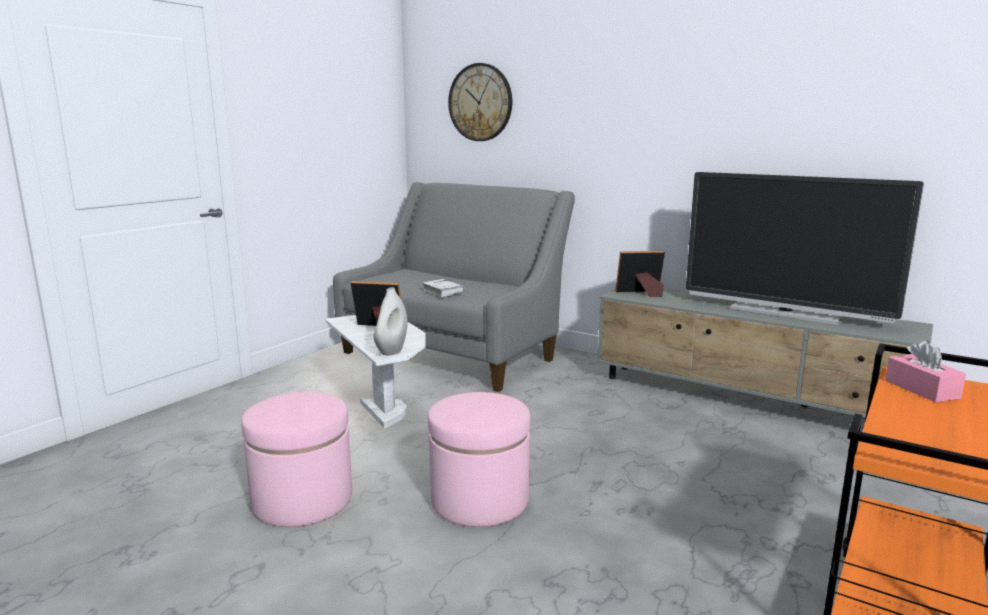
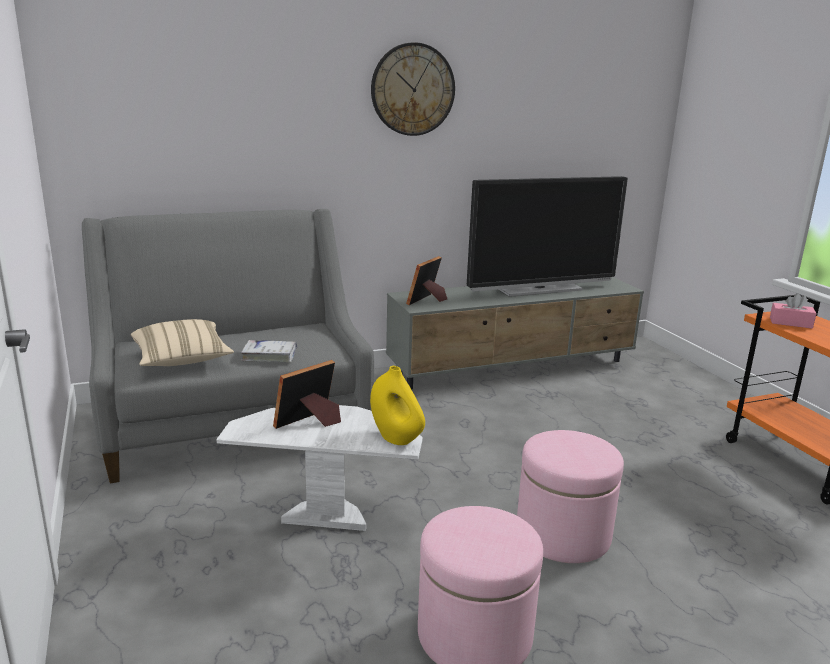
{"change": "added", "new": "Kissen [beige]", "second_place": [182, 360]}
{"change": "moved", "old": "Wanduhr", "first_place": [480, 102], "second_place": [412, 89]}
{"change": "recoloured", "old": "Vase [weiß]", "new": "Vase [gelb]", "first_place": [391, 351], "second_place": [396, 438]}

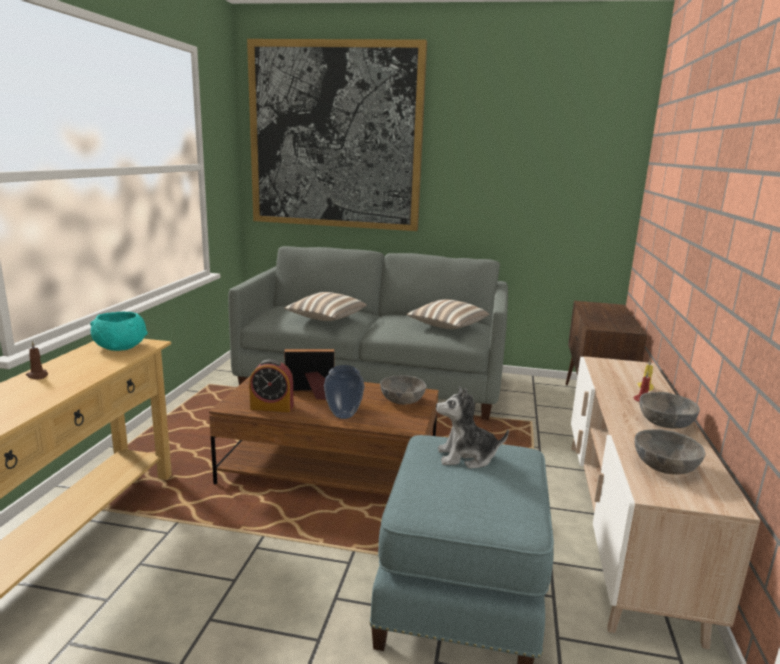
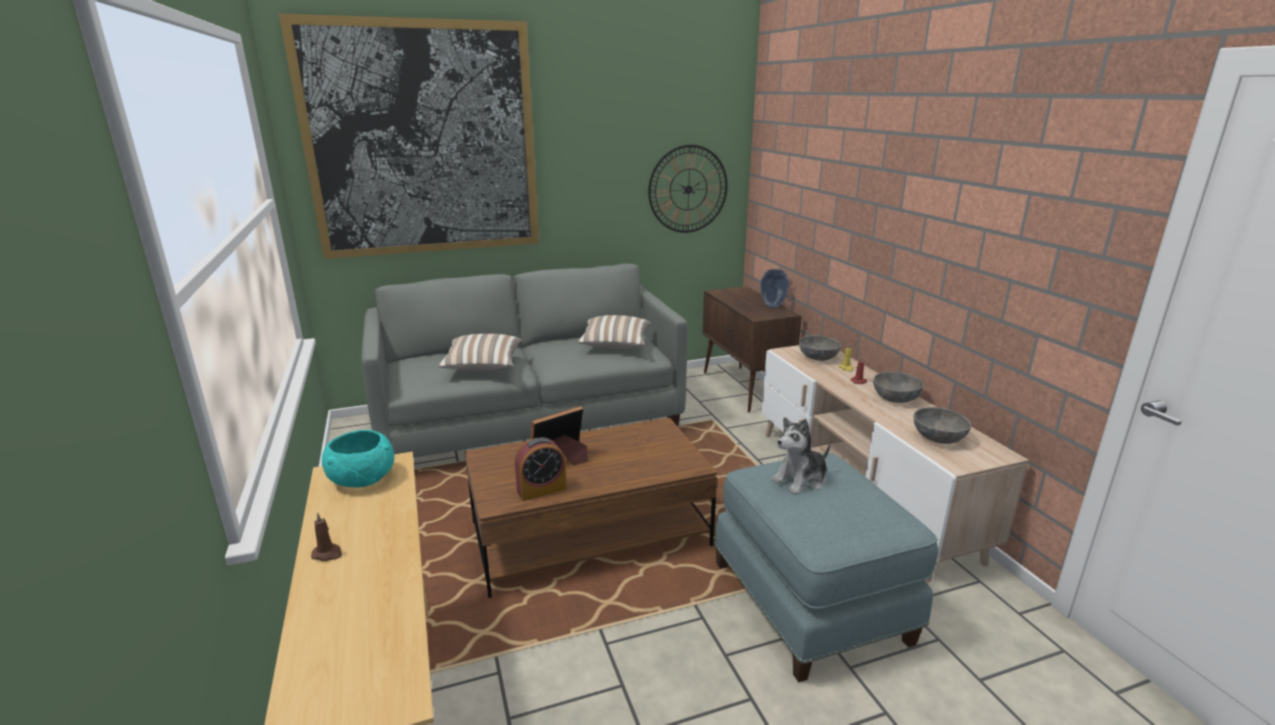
{"change": "added", "new": "Wanduhr", "second_place": [688, 189]}
{"change": "moved", "old": "Vase", "first_place": [343, 416], "second_place": [773, 306]}
{"change": "moved", "old": "Schüssel [grau]", "first_place": [402, 401], "second_place": [818, 358]}

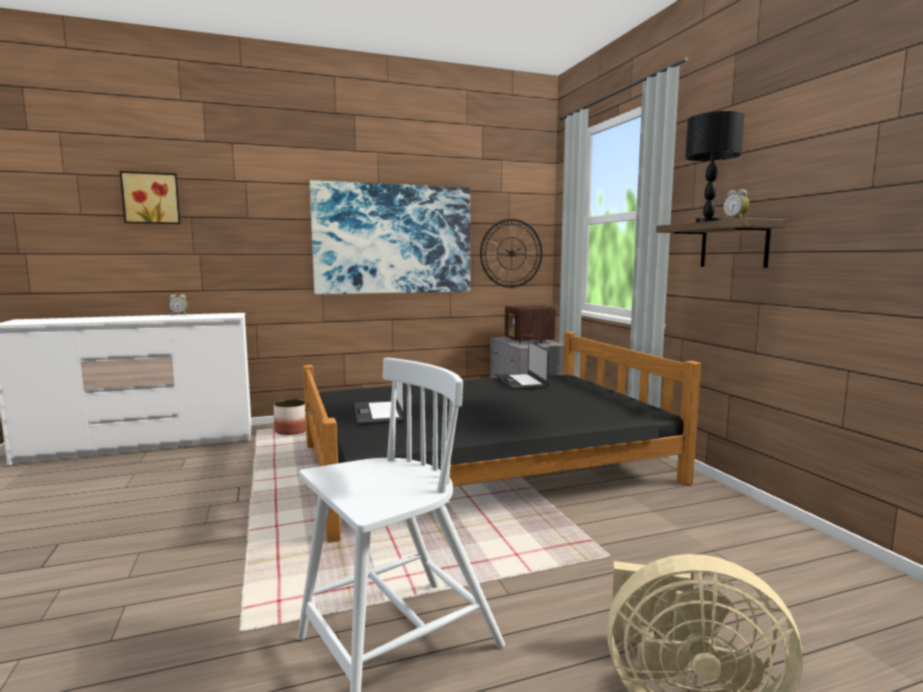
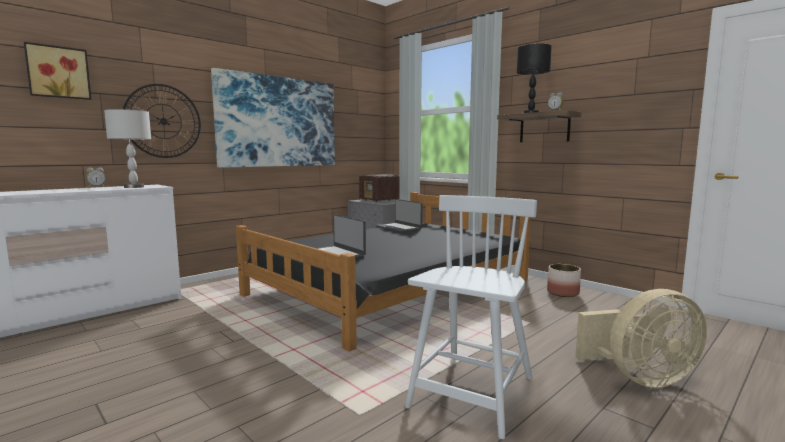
{"change": "added", "new": "Tischlampe [grau]", "second_place": [134, 187]}
{"change": "moved", "old": "Pflanzkübel", "first_place": [292, 430], "second_place": [563, 293]}
{"change": "moved", "old": "Wanduhr", "first_place": [511, 253], "second_place": [163, 121]}

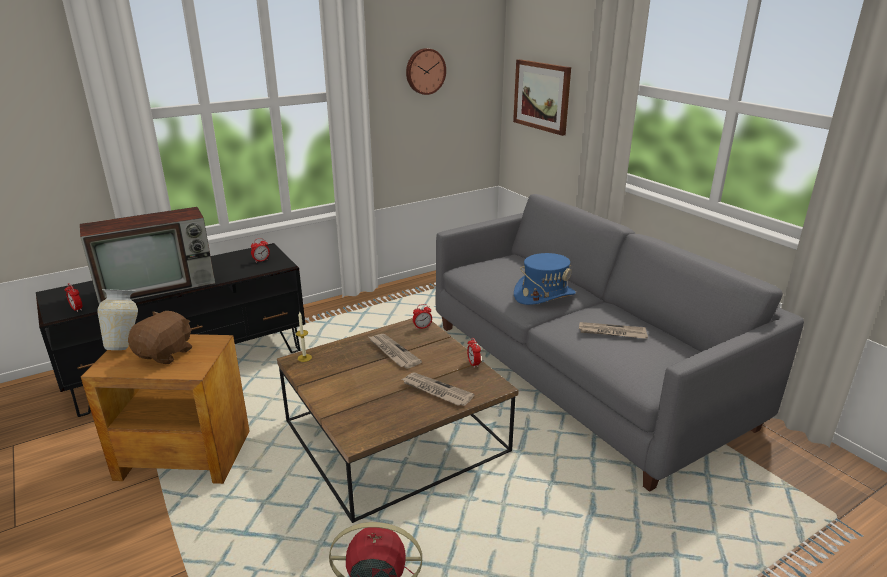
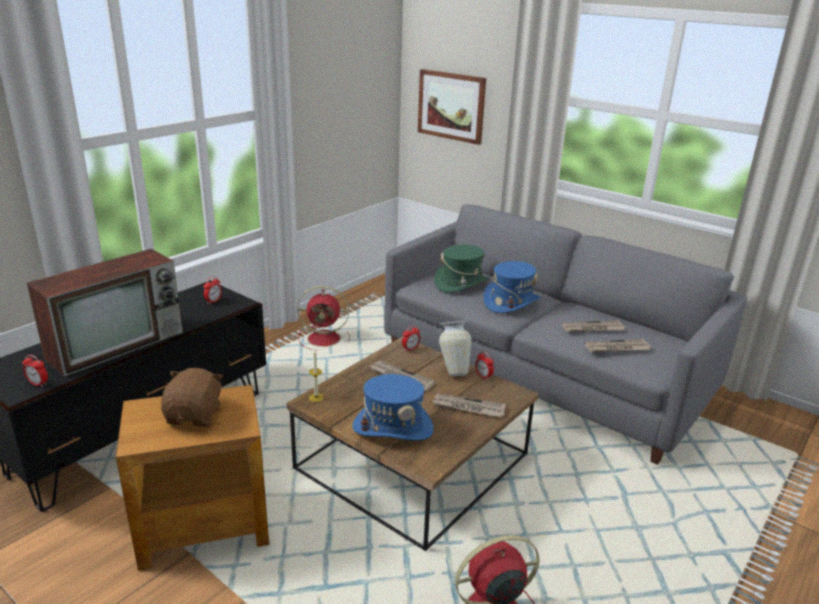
{"change": "removed", "old": "Wanduhr", "first_place": [425, 71]}
{"change": "added", "new": "Ventilator [rot]", "second_place": [325, 339]}
{"change": "added", "new": "Hut [blau]", "second_place": [393, 427]}
{"change": "added", "new": "Hut [grün]", "second_place": [461, 283]}
{"change": "added", "new": "Zeitung", "second_place": [616, 348]}
{"change": "moved", "old": "Vase", "first_place": [126, 344], "second_place": [453, 370]}

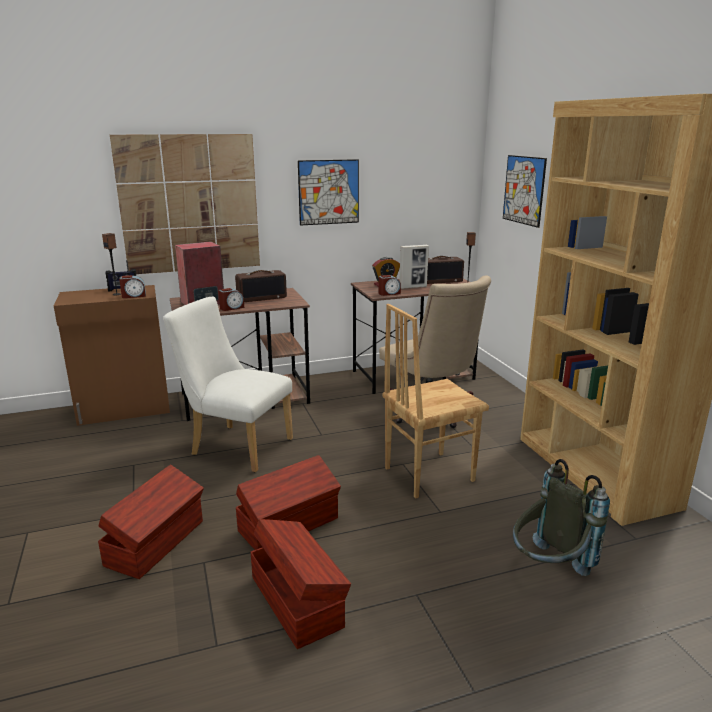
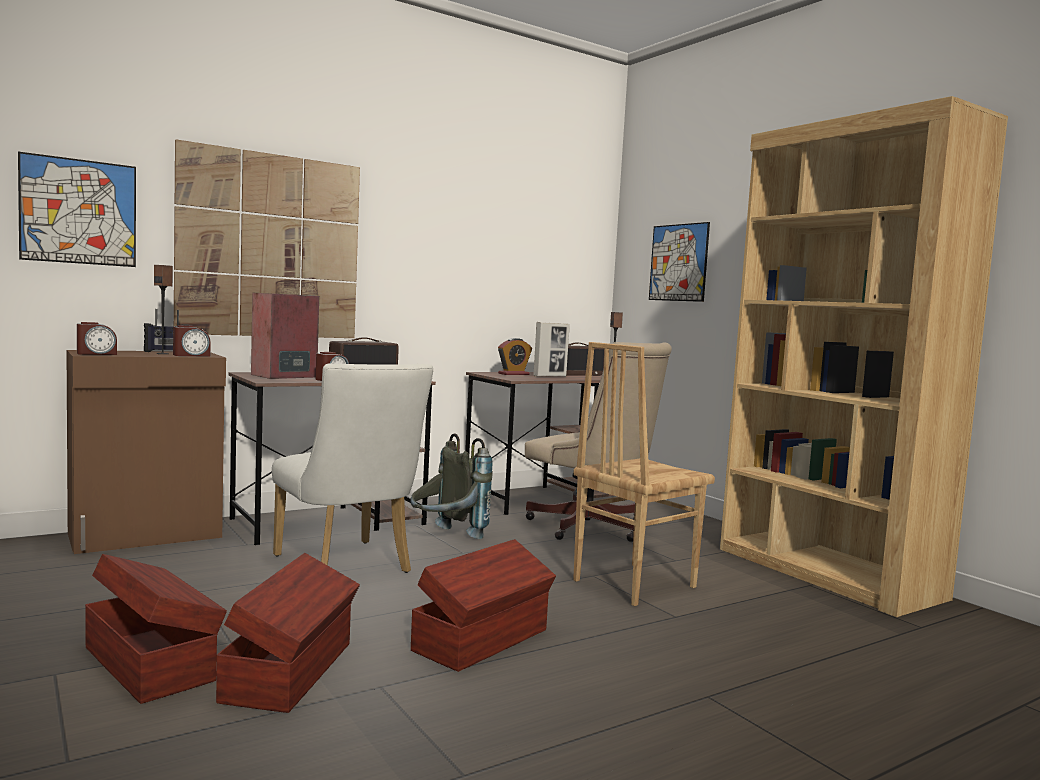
{"change": "moved", "old": "Aufbewahrungsbox [braun]", "first_place": [297, 600], "second_place": [150, 662]}
{"change": "moved", "old": "Bild", "first_place": [328, 192], "second_place": [79, 211]}
{"change": "moved", "old": "Wecker", "first_place": [389, 293], "second_place": [96, 354]}
{"change": "moved", "old": "Rucksack [grau]", "first_place": [548, 569], "second_place": [446, 537]}
{"change": "turned", "old": "Stuhl [weiß]", "first_place": [236, 446], "second_place": [347, 567], "degrees": -135}

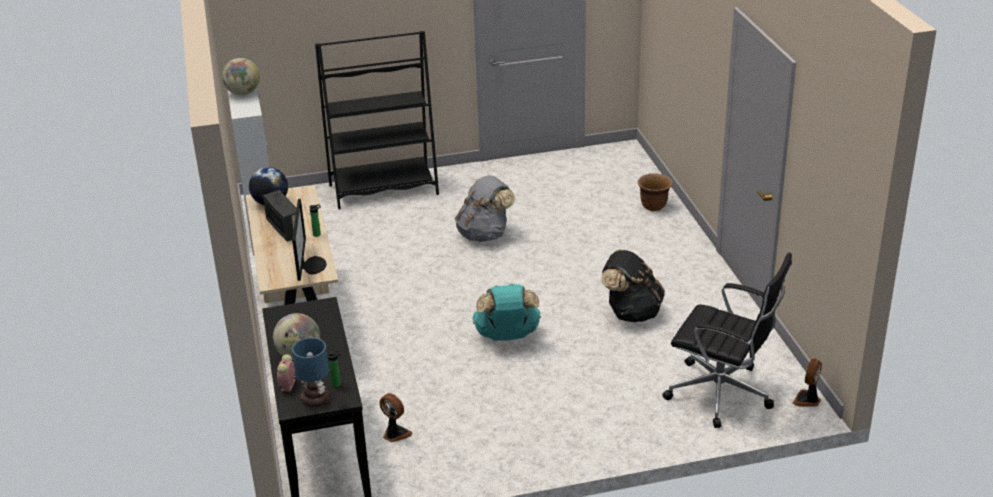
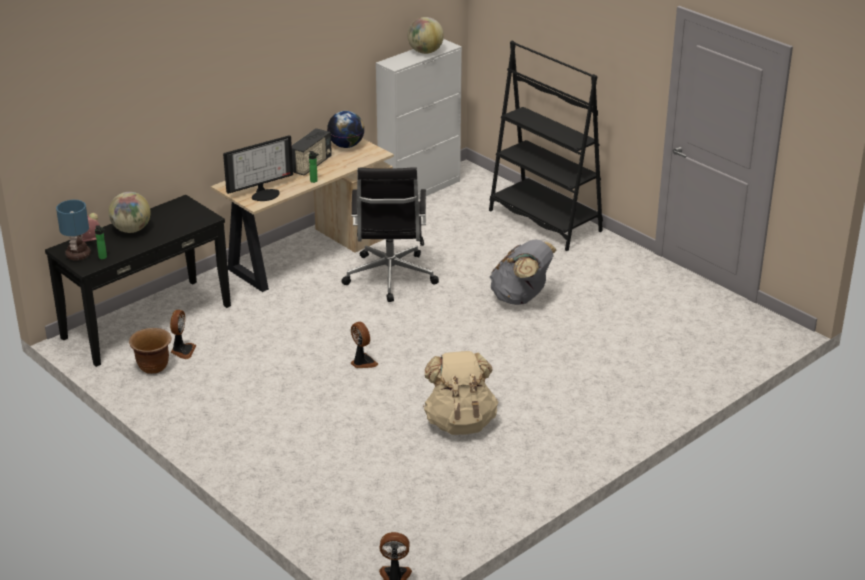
{"change": "moved", "old": "Pflanzkübel [braun]", "first_place": [654, 206], "second_place": [153, 367]}
{"change": "moved", "old": "Bürostuhl [schwarz]", "first_place": [722, 394], "second_place": [390, 278]}
{"change": "replaced", "old": "Rucksack [türkis]", "new": "Ventilator", "first_place": [507, 336], "second_place": [362, 362]}
{"change": "recoloured", "old": "Rucksack [schwarz]", "new": "Rucksack [beige]", "first_place": [631, 313], "second_place": [460, 422]}

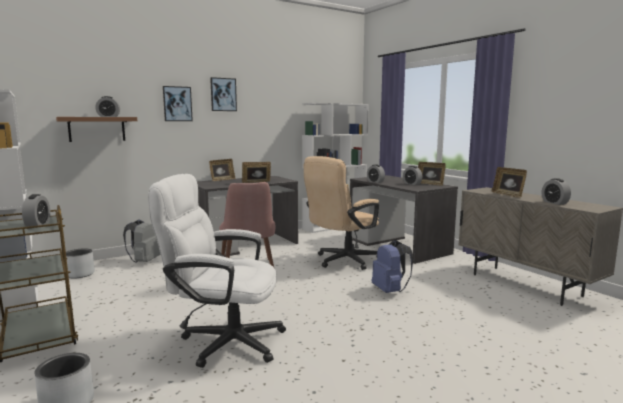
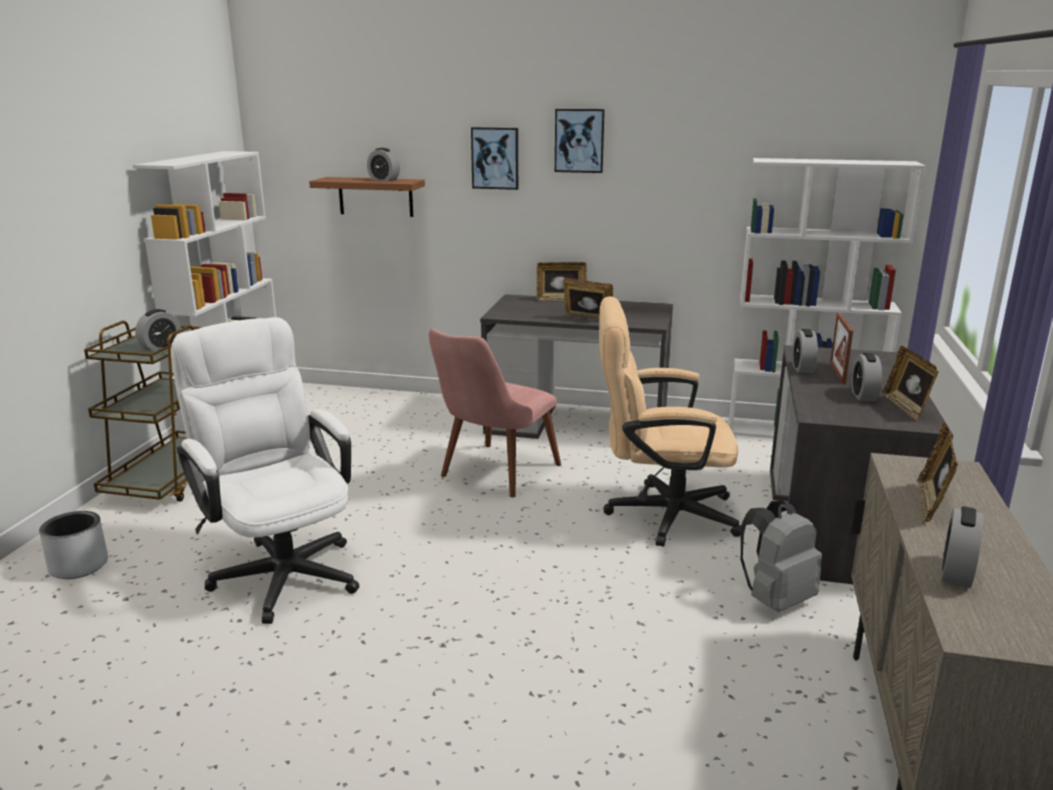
{"change": "removed", "old": "Pflanzkübel [grau]", "first_place": [80, 274]}
{"change": "removed", "old": "Rucksack [blau]", "first_place": [390, 291]}
{"change": "added", "new": "Bilderrahmen", "second_place": [837, 373]}
{"change": "moved", "old": "Rucksack [grau]", "first_place": [144, 261], "second_place": [775, 599]}

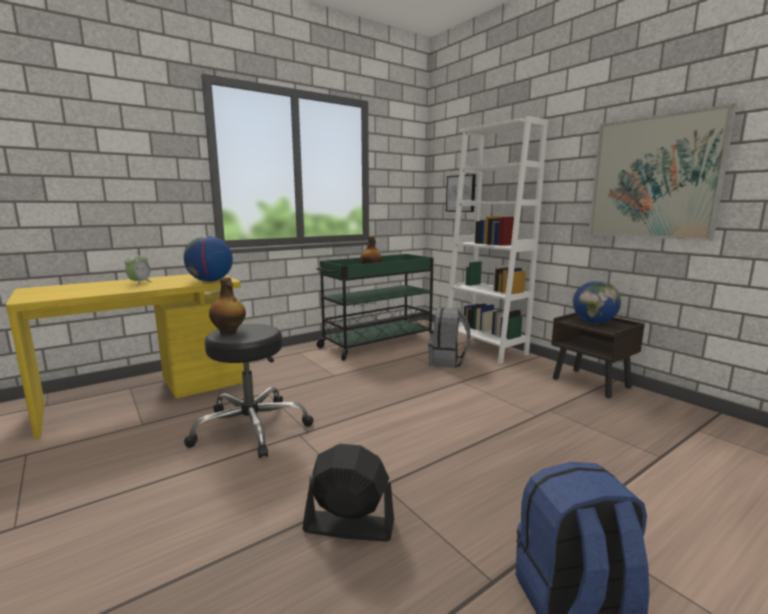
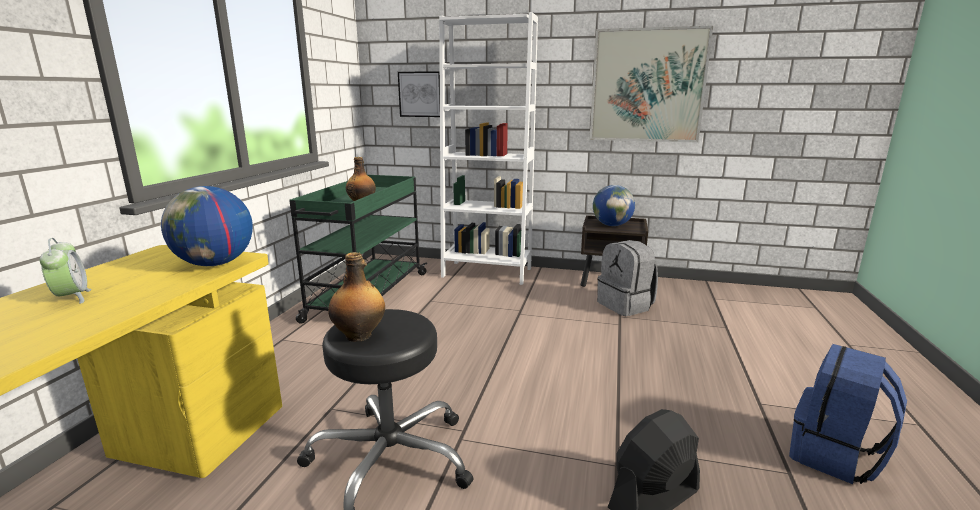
{"change": "moved", "old": "Rucksack [grau]", "first_place": [447, 361], "second_place": [626, 305]}

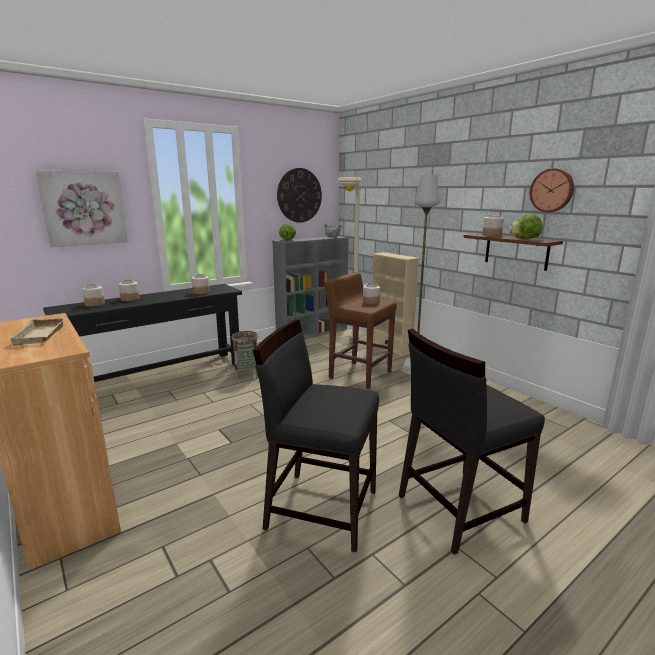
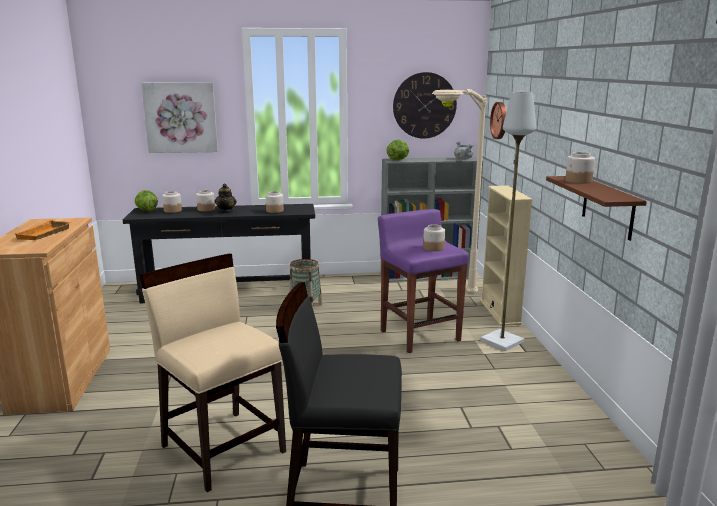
{"change": "added", "new": "Teekanne", "second_place": [226, 211]}
{"change": "moved", "old": "Salatkopf", "first_place": [524, 238], "second_place": [146, 211]}
{"change": "moved", "old": "Wanduhr", "first_place": [552, 190], "second_place": [500, 120]}
{"change": "recoloured", "old": "Tablett [beige]", "new": "Tablett [orange]", "first_place": [42, 335], "second_place": [45, 234]}
{"change": "recoloured", "old": "Stuhl [schwarz]", "new": "Stuhl [beige]", "first_place": [321, 508], "second_place": [223, 447]}
{"change": "recoloured", "old": "Hocker [braun]", "new": "Hocker [lila]", "first_place": [359, 375], "second_place": [419, 335]}

